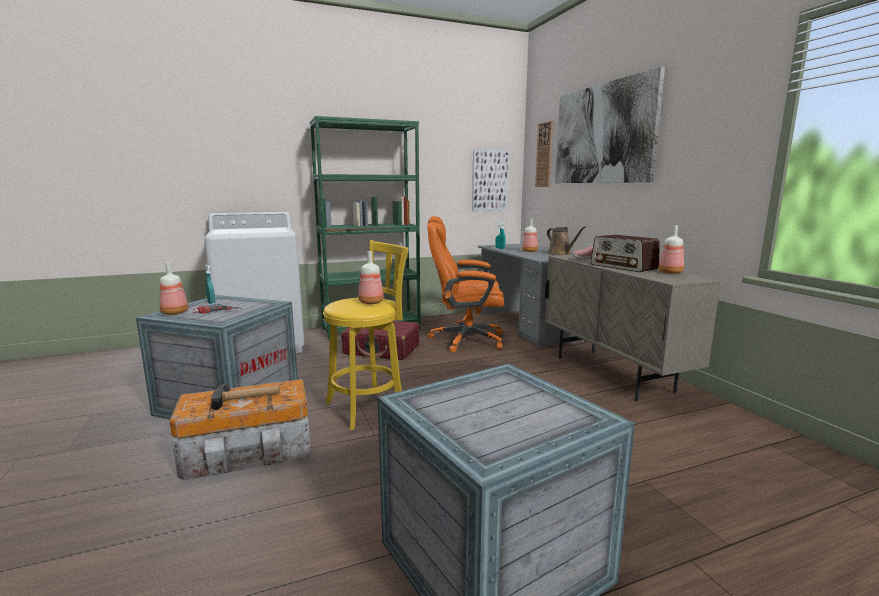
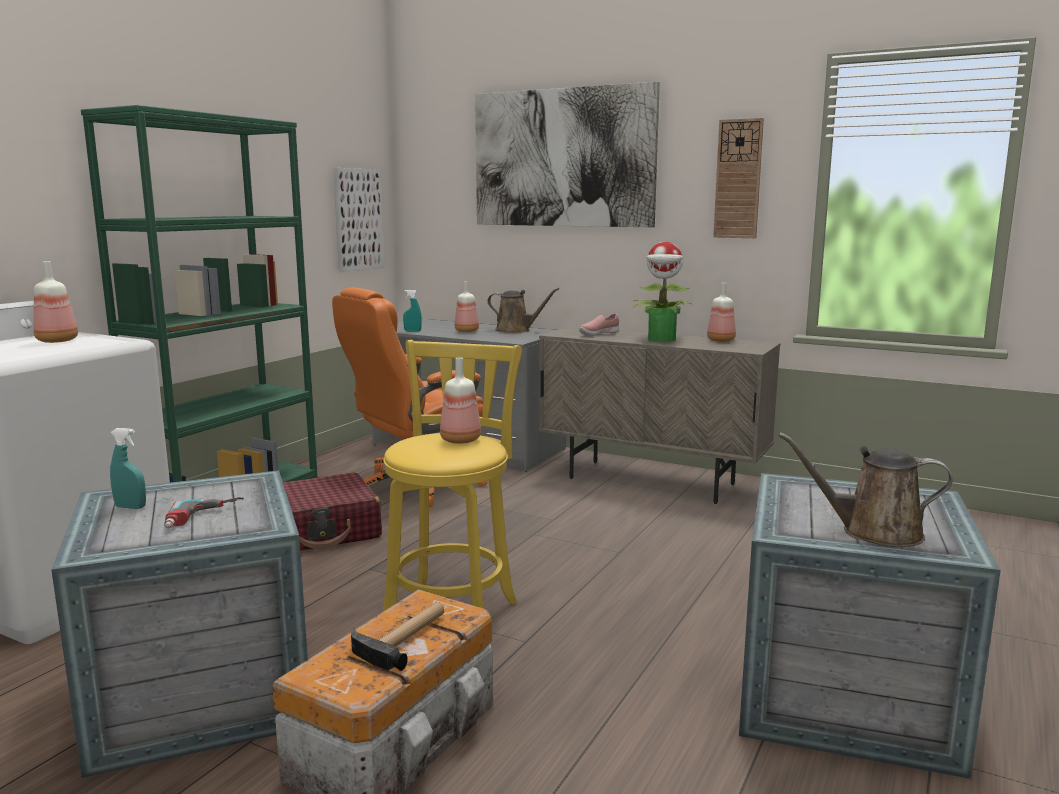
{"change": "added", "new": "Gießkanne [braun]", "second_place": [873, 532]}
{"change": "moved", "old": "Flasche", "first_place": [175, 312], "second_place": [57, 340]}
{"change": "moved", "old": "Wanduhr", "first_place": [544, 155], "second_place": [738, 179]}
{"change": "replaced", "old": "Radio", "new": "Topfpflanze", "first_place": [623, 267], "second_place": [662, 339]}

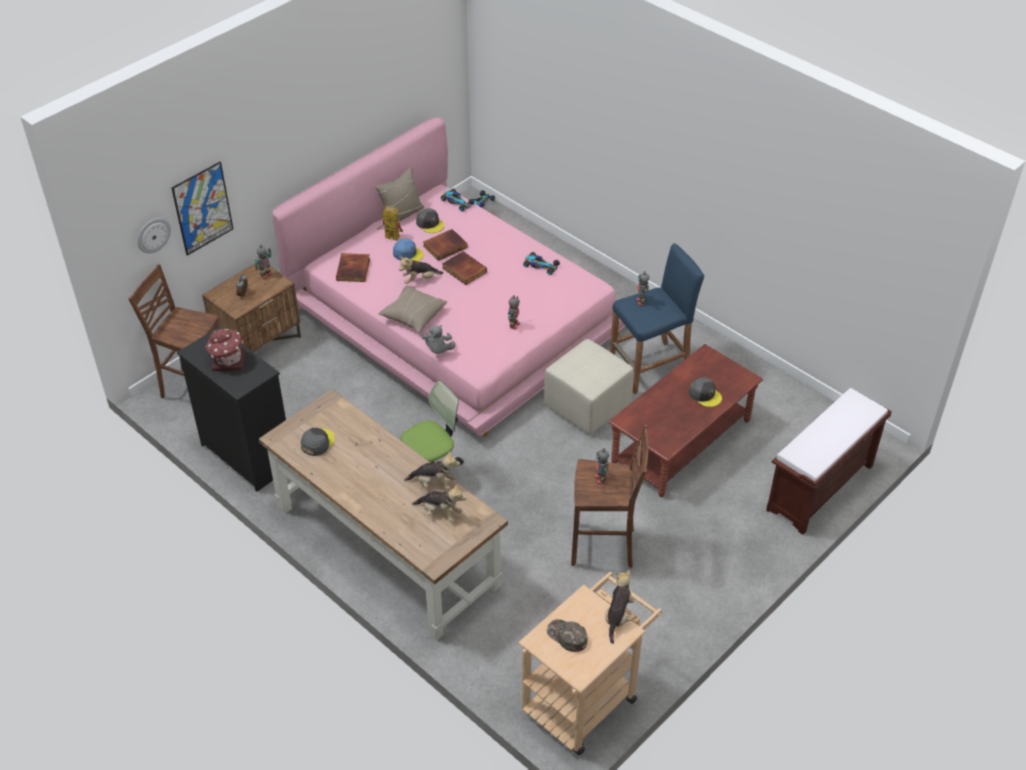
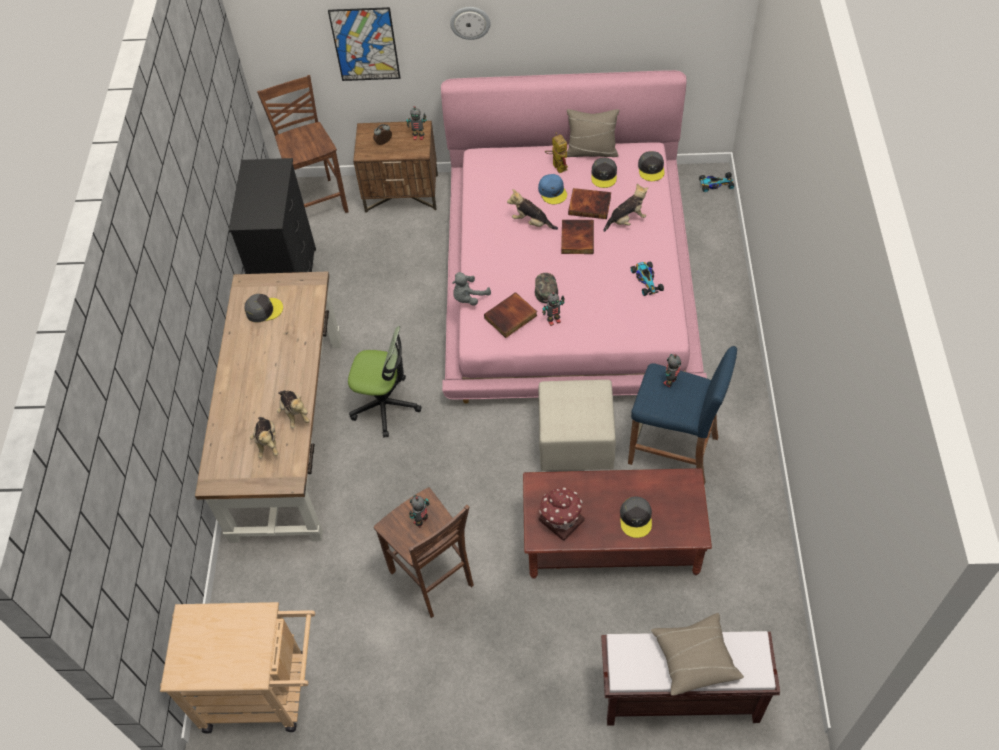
{"change": "moved", "old": "Wanduhr", "first_place": [153, 235], "second_place": [470, 22]}
{"change": "moved", "old": "Spielzeughaus", "first_place": [228, 361], "second_place": [560, 519]}
{"change": "moved", "old": "Buch", "first_place": [354, 270], "second_place": [511, 317]}
{"change": "moved", "old": "Kissen [beige]", "first_place": [413, 315], "second_place": [694, 658]}
{"change": "moved", "old": "Kappe [grün]", "first_place": [567, 636], "second_place": [545, 289]}
{"change": "moved", "old": "Plüschtier", "first_place": [618, 616], "second_place": [626, 220]}
{"change": "replaced", "old": "Spielzeugauto", "new": "Kappe [grau]", "first_place": [457, 202], "second_place": [651, 169]}

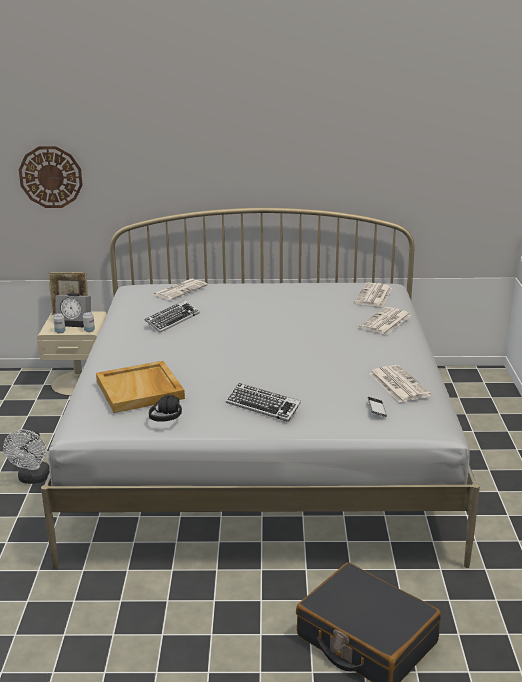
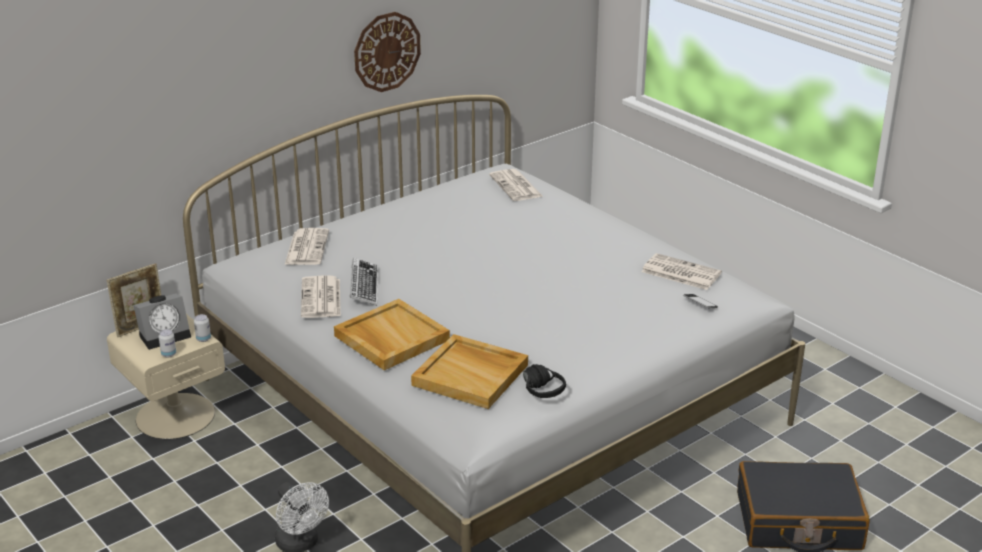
{"change": "removed", "old": "Tastatur", "first_place": [263, 406]}
{"change": "added", "new": "Tablett [beige]", "second_place": [390, 338]}
{"change": "moved", "old": "Wanduhr", "first_place": [51, 177], "second_place": [387, 51]}
{"change": "moved", "old": "Zeitung", "first_place": [385, 322], "second_place": [321, 298]}

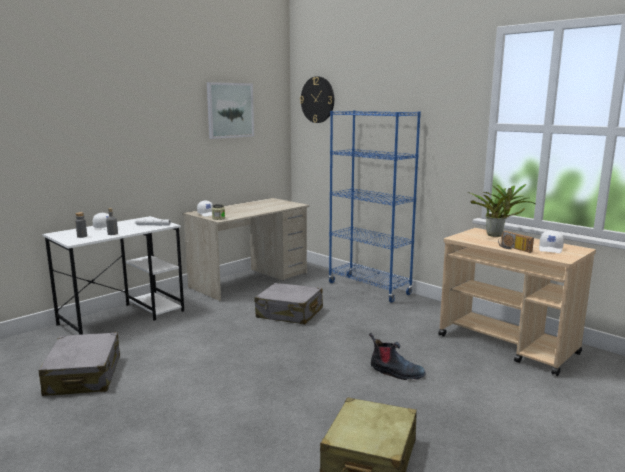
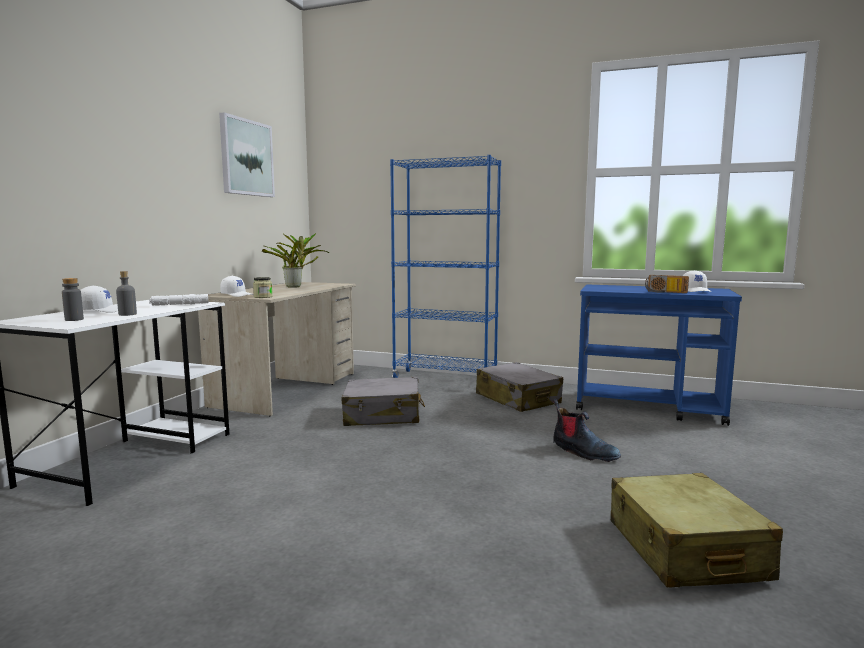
{"change": "removed", "old": "Wanduhr", "first_place": [317, 99]}
{"change": "moved", "old": "Koffer [grau]", "first_place": [84, 375], "second_place": [517, 399]}
{"change": "moved", "old": "Topfpflanze", "first_place": [496, 235], "second_place": [295, 287]}
{"change": "recoloured", "old": "Rollwagen [beige]", "new": "Rollwagen [blau]", "first_place": [508, 345], "second_place": [649, 407]}
{"change": "turned", "old": "Stiefel", "first_place": [395, 372], "second_place": [583, 452], "degrees": 45}

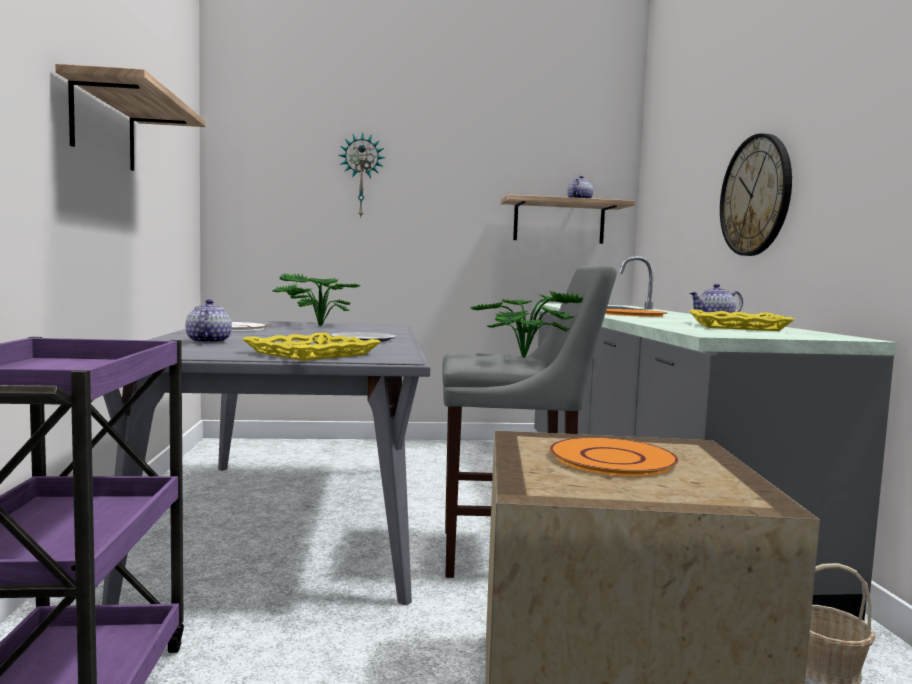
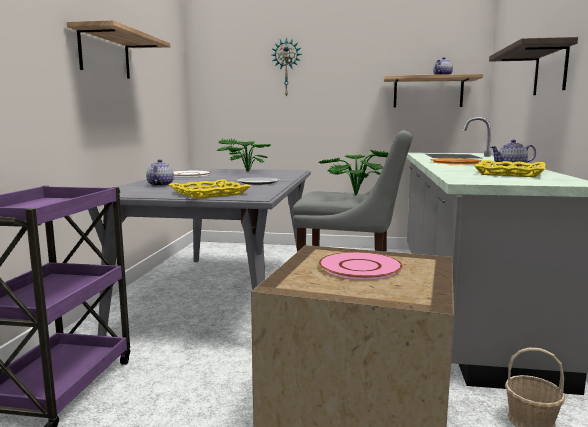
{"change": "replaced", "old": "Wanduhr", "new": "Wandregal", "first_place": [755, 196], "second_place": [550, 70]}
{"change": "recoloured", "old": "Teller [orange]", "new": "Teller [rosa]", "first_place": [613, 459], "second_place": [360, 267]}

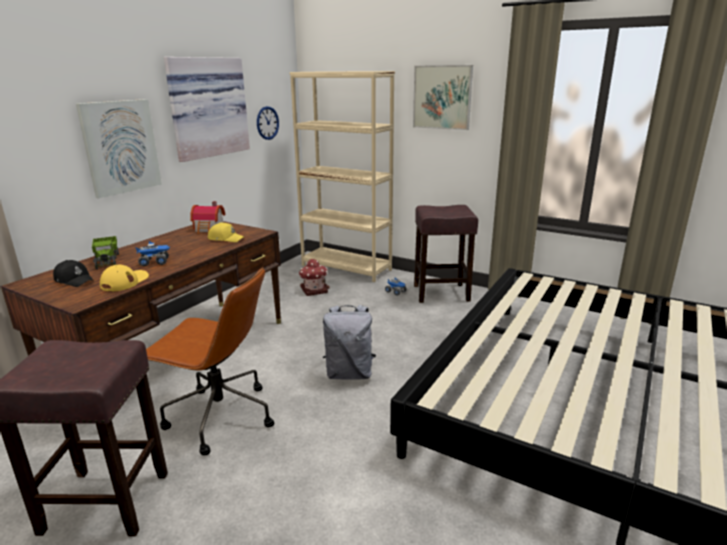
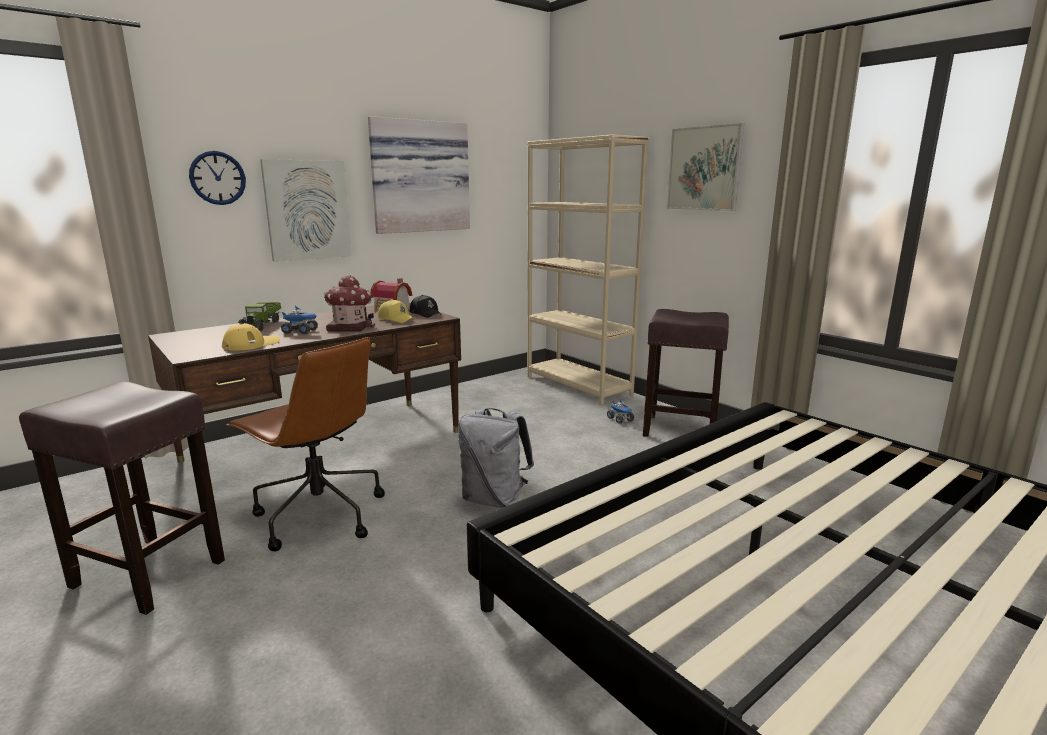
{"change": "moved", "old": "Kappe [schwarz]", "first_place": [74, 280], "second_place": [425, 314]}
{"change": "moved", "old": "Wanduhr", "first_place": [267, 123], "second_place": [217, 178]}
{"change": "moved", "old": "Spielzeughaus", "first_place": [314, 290], "second_place": [350, 327]}

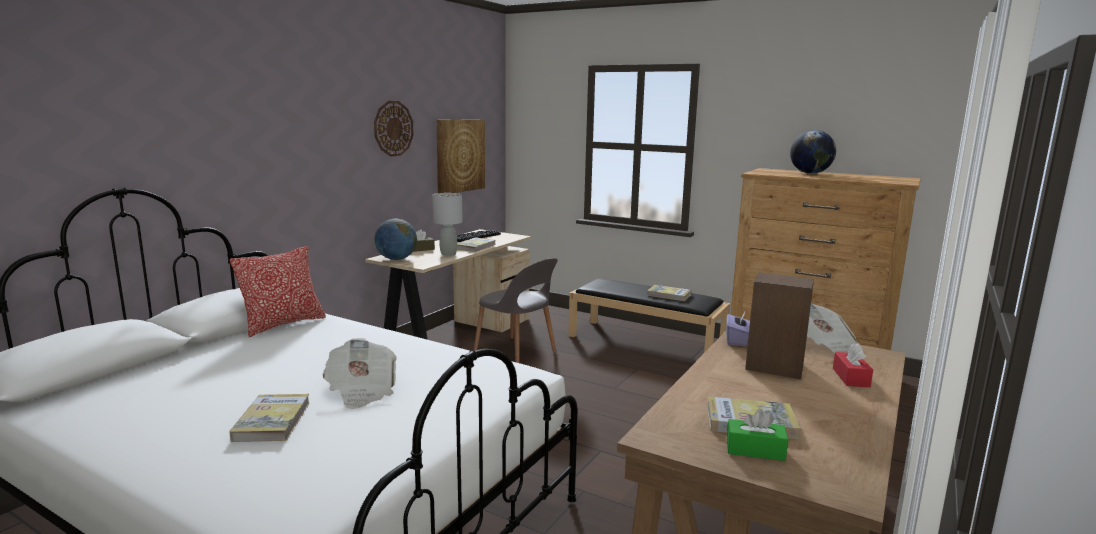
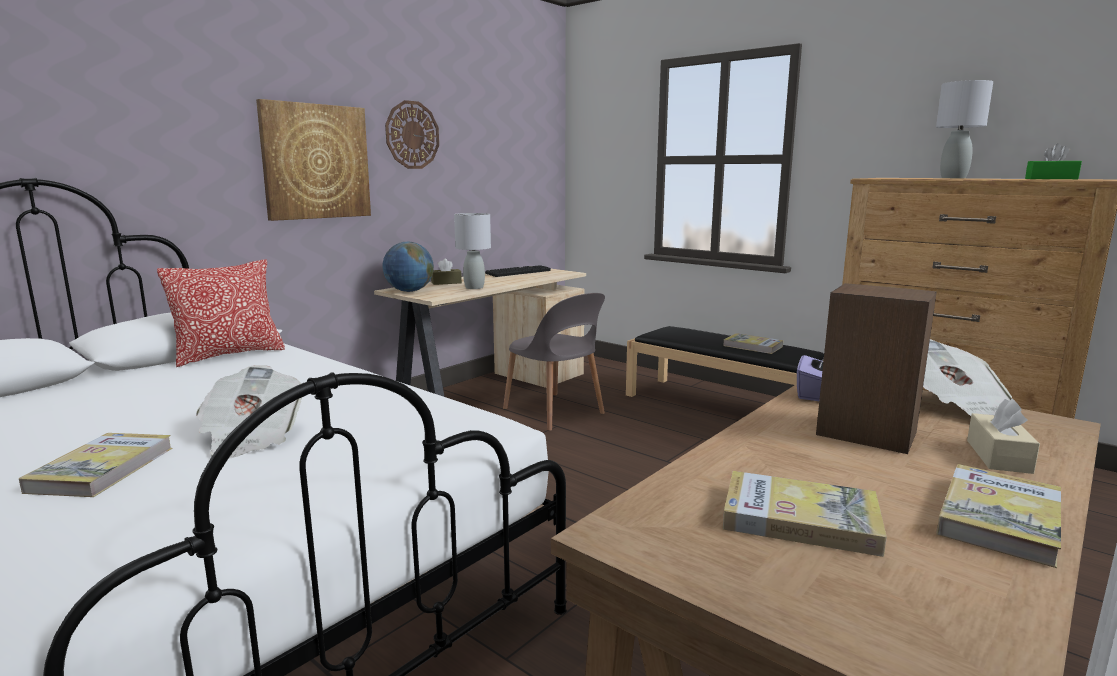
{"change": "moved", "old": "Bild", "first_place": [460, 155], "second_place": [316, 162]}
{"change": "moved", "old": "Buch", "first_place": [475, 247], "second_place": [999, 518]}
{"change": "moved", "old": "Taschentuchbox [grün]", "first_place": [755, 450], "second_place": [1051, 179]}
{"change": "replaced", "old": "Globus", "new": "Tischlampe [grau]", "first_place": [810, 173], "second_place": [953, 178]}
{"change": "recoloured", "old": "Taschentuchbox [rot]", "new": "Taschentuchbox [beige]", "first_place": [851, 377], "second_place": [998, 456]}

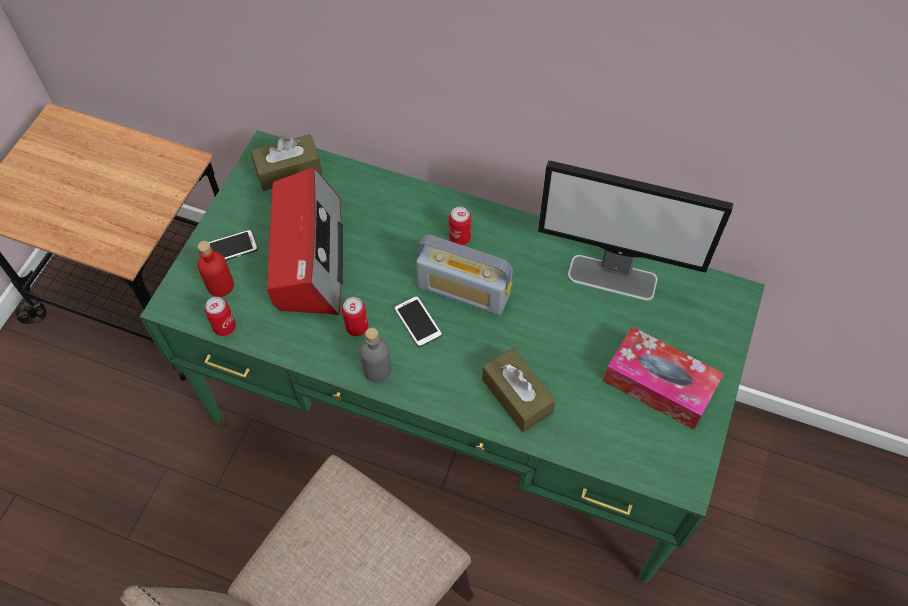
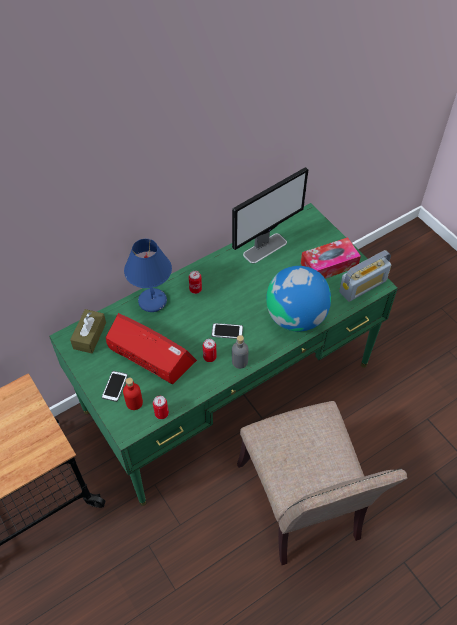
{"change": "added", "new": "Tischlampe [blau]", "second_place": [153, 301]}
{"change": "moved", "old": "Radio", "first_place": [464, 291], "second_place": [363, 286]}
{"change": "replaced", "old": "Taschentuchbox [braun]", "new": "Globus", "first_place": [517, 396], "second_place": [295, 317]}

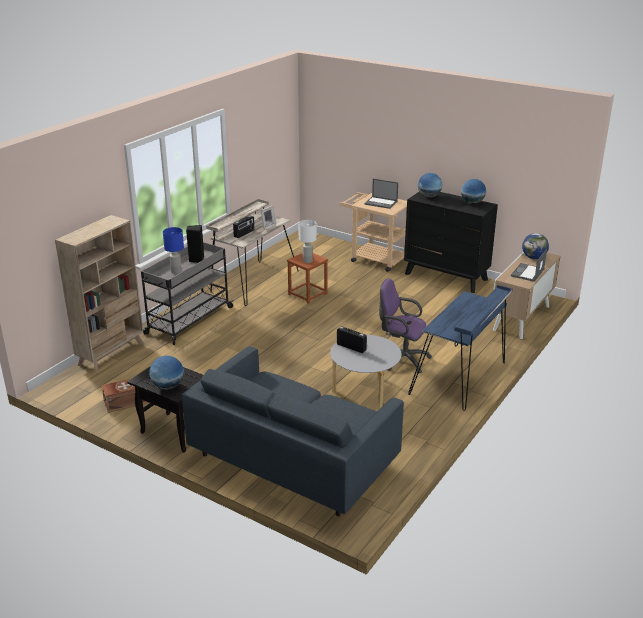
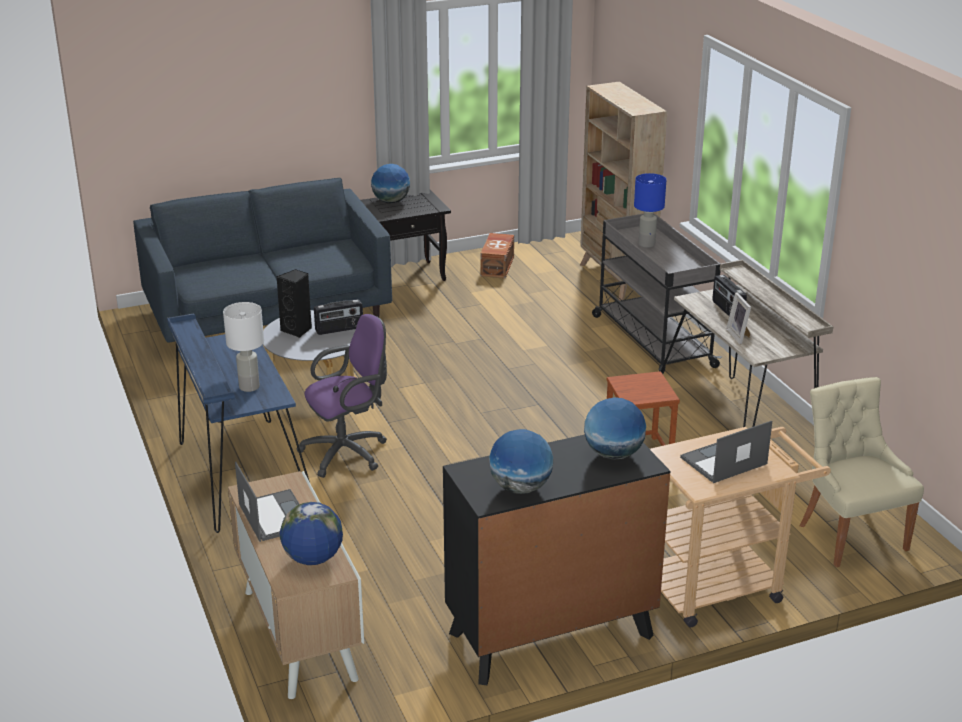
{"change": "added", "new": "Stuhl [beige]", "second_place": [850, 535]}
{"change": "moved", "old": "Lautsprecher [schwarz]", "first_place": [196, 260], "second_place": [297, 330]}
{"change": "moved", "old": "Tischlampe [weiß]", "first_place": [307, 261], "second_place": [250, 387]}

